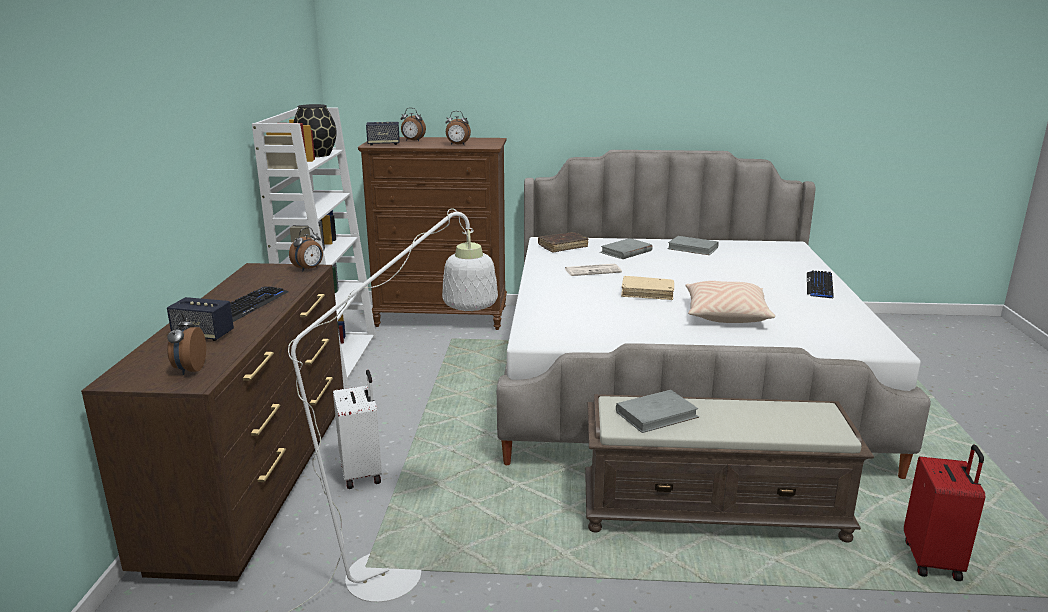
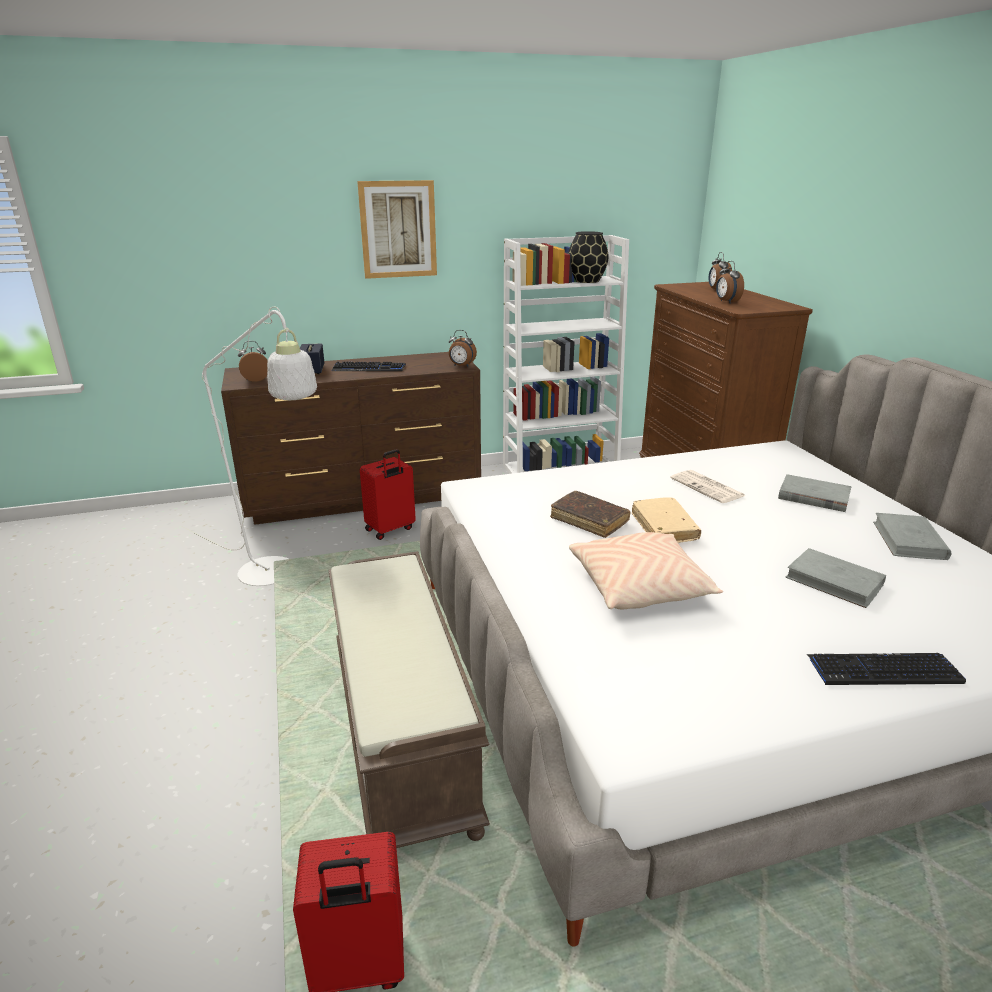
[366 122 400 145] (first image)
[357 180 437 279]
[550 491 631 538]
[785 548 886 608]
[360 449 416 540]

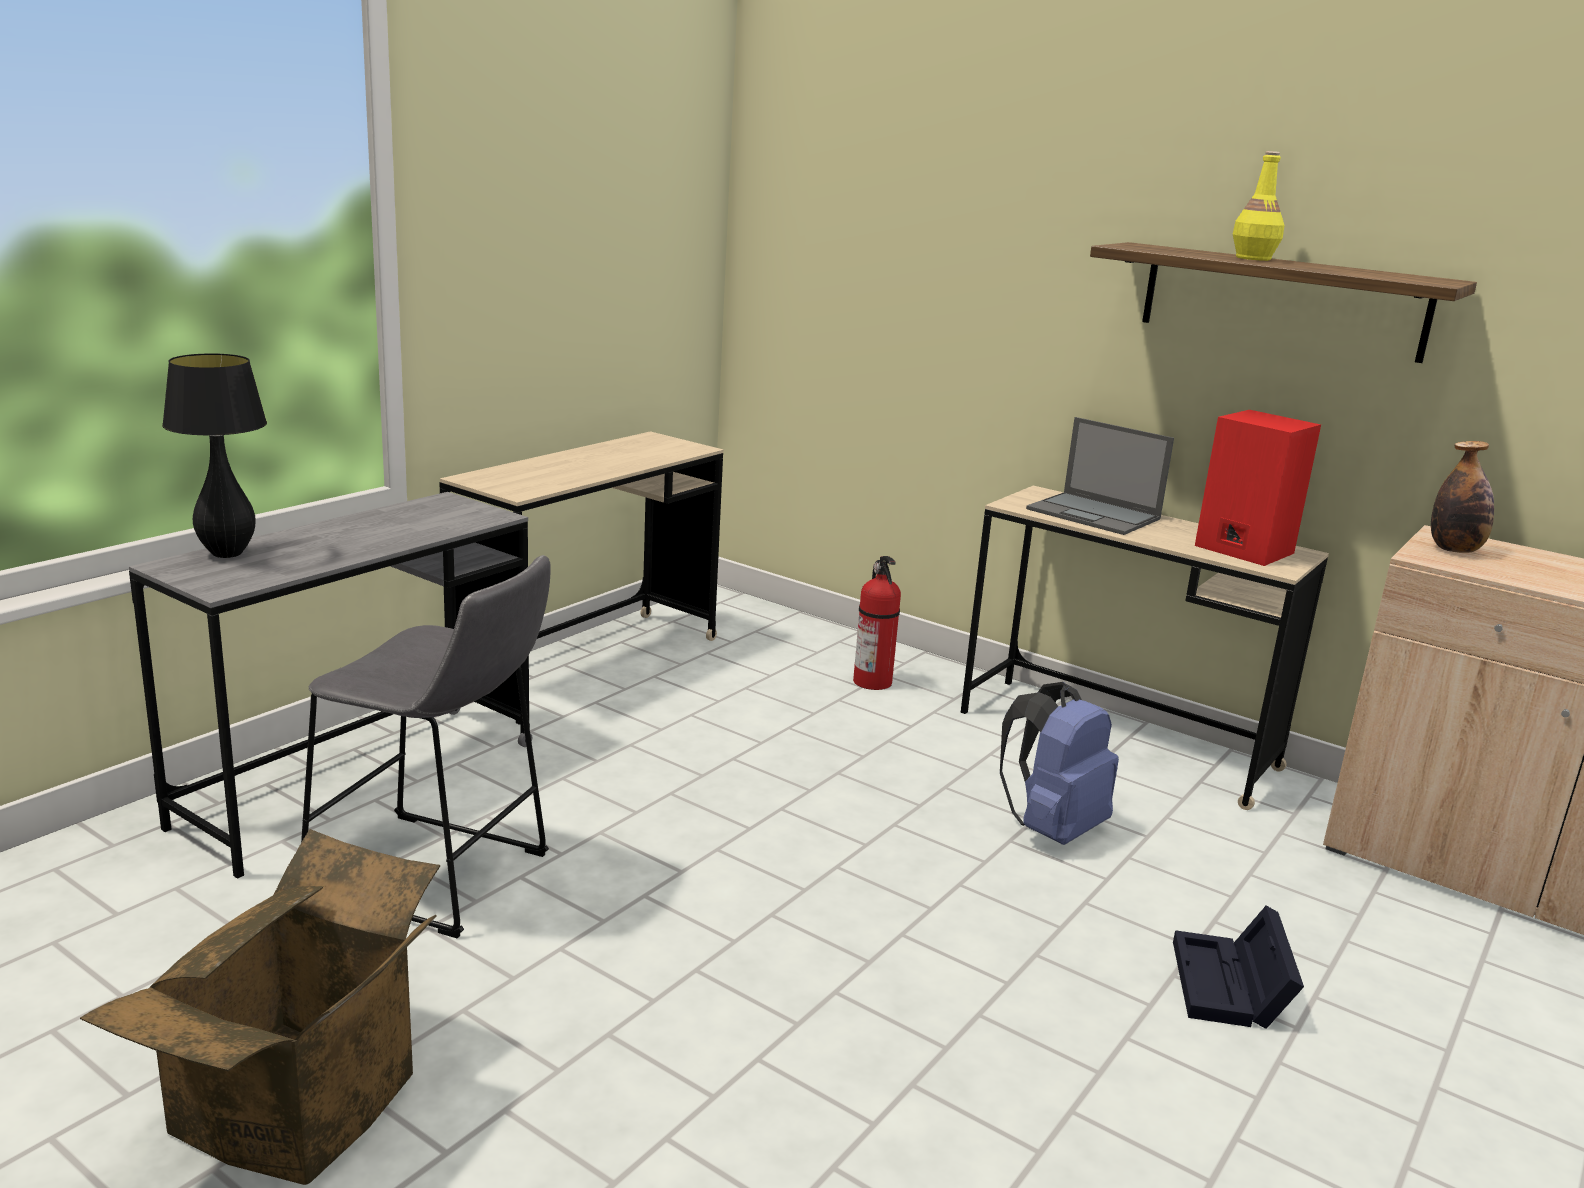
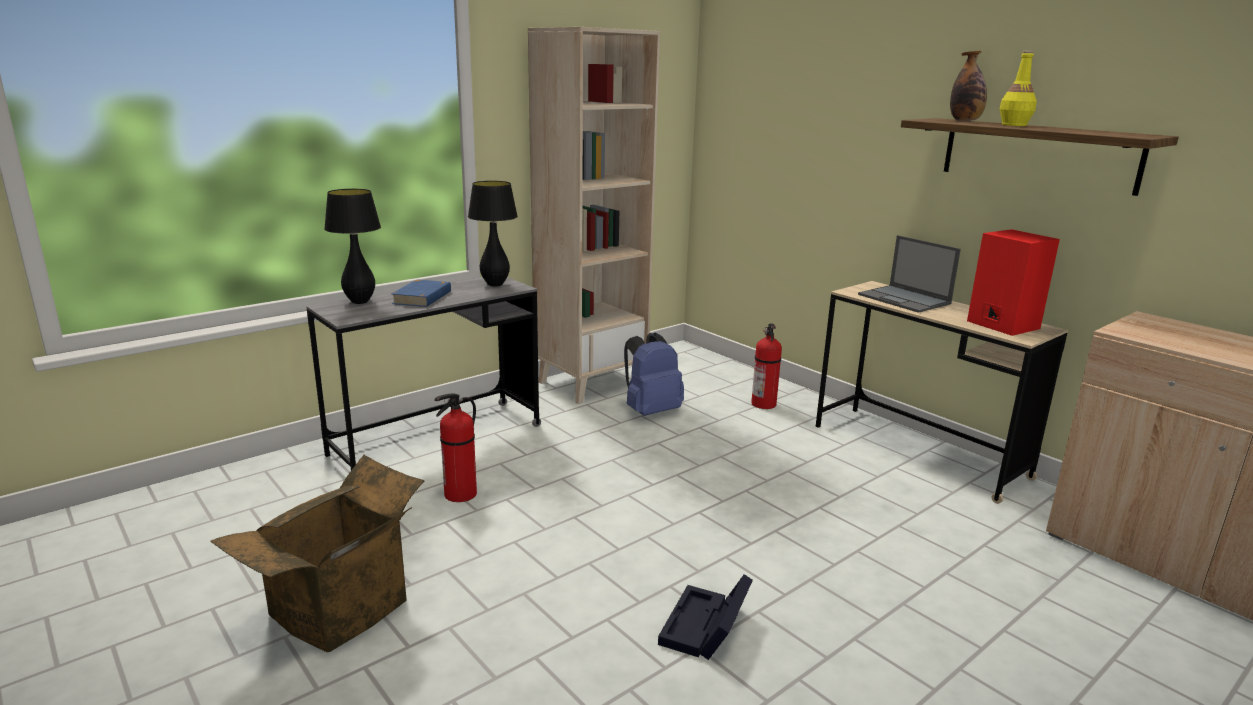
[391 280 451 307]
[468 181 518 287]
[624 333 684 416]
[658 574 753 660]
[950 51 987 121]
[434 394 477 502]
[528 27 660 404]

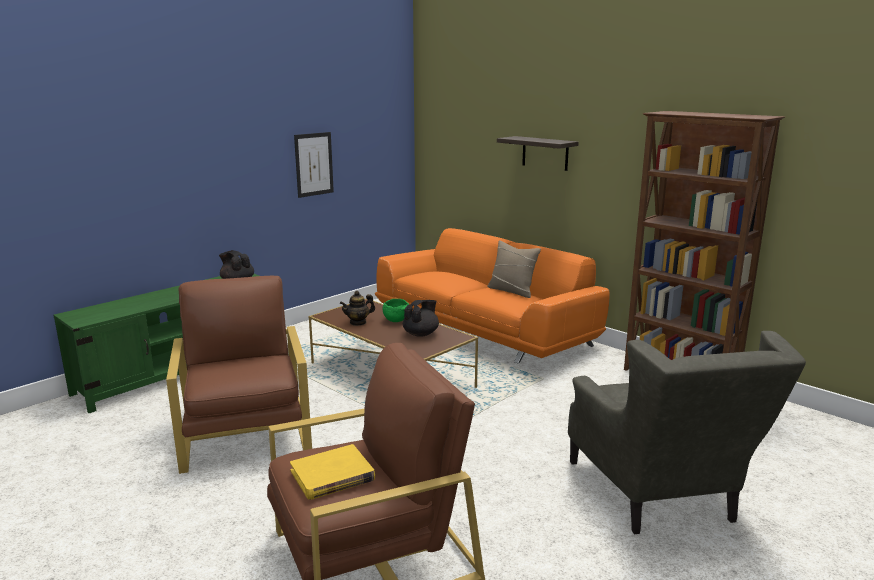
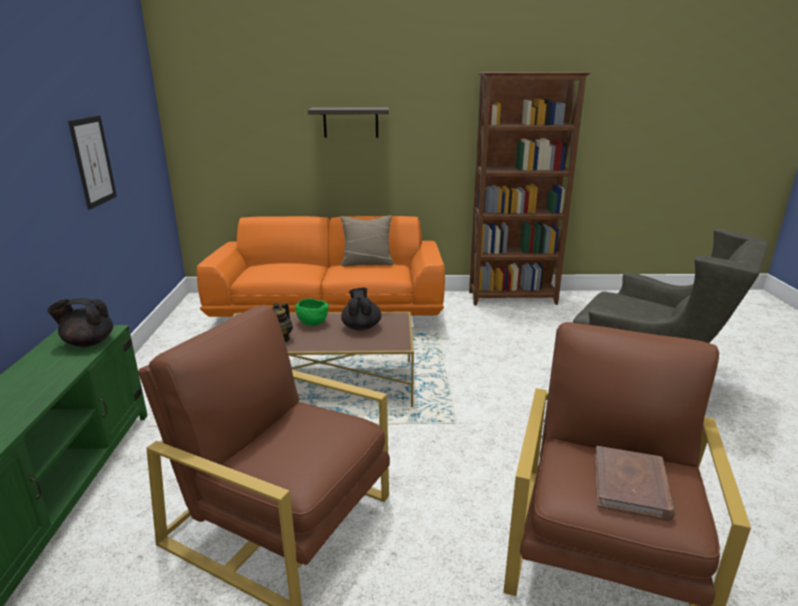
[595 446 676 521]

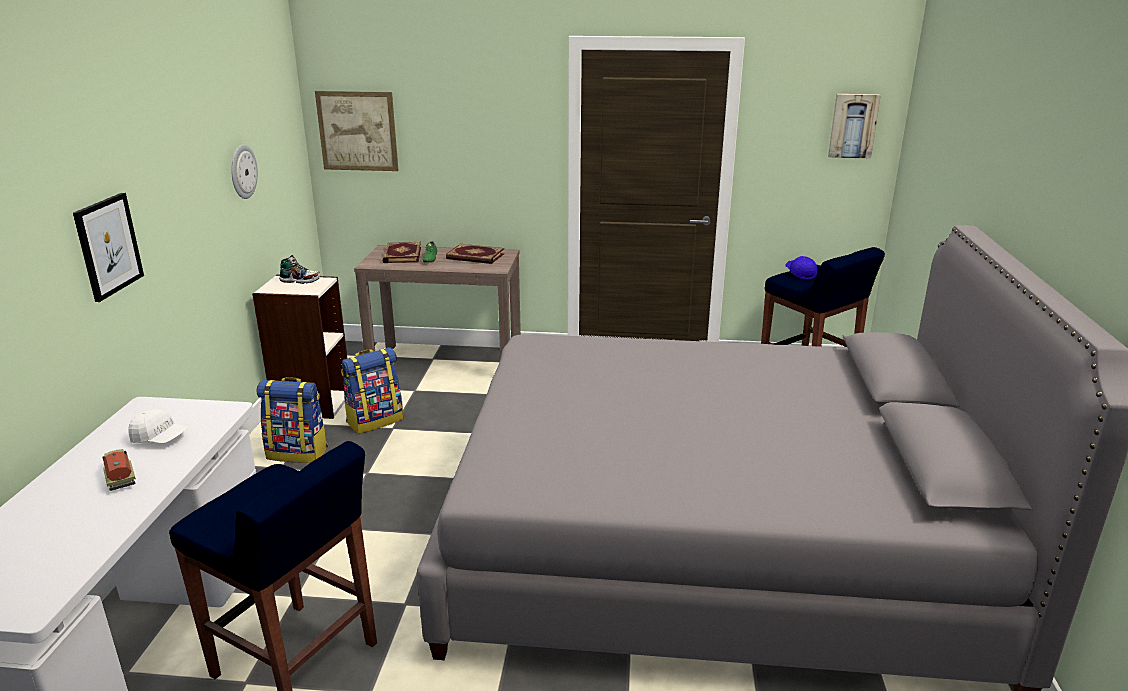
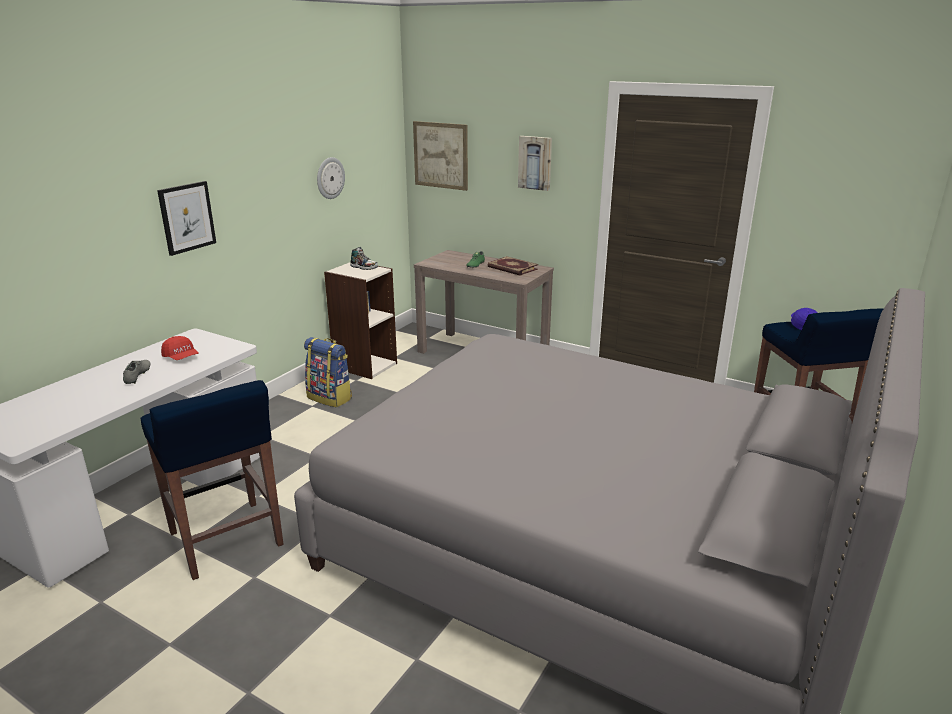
[341 347 403 434] (first image)
[383 242 421 263] (first image)
[518 136 552 191]
[123 360 151 384]
[161 336 199 360]

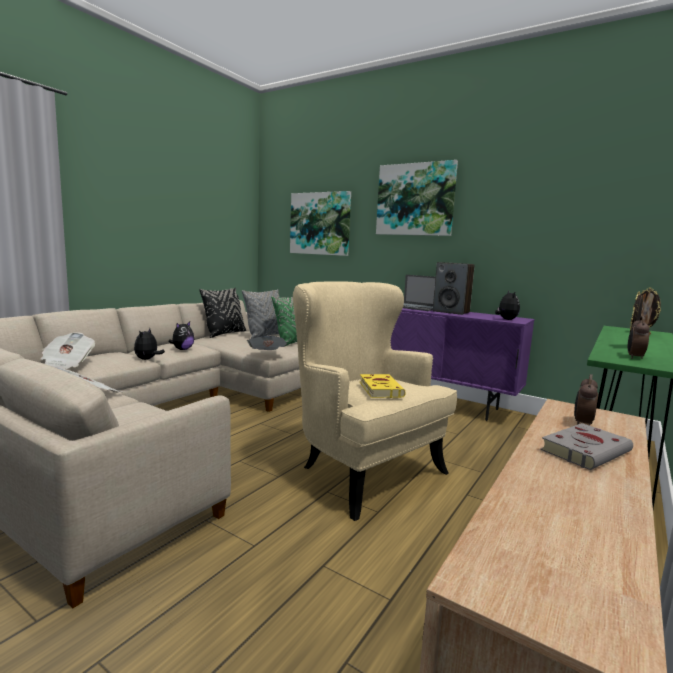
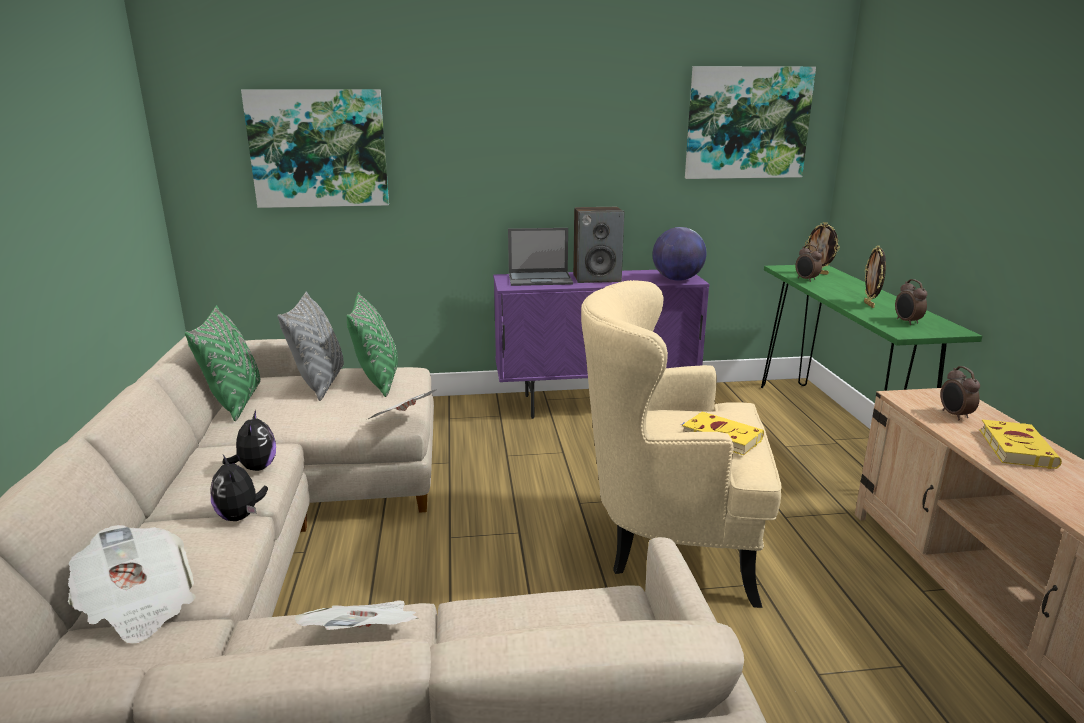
[795 244 822 282]
[685 66 816 179]
[653 227 706 281]
[185 305 260 421]
[979 419 1062 469]

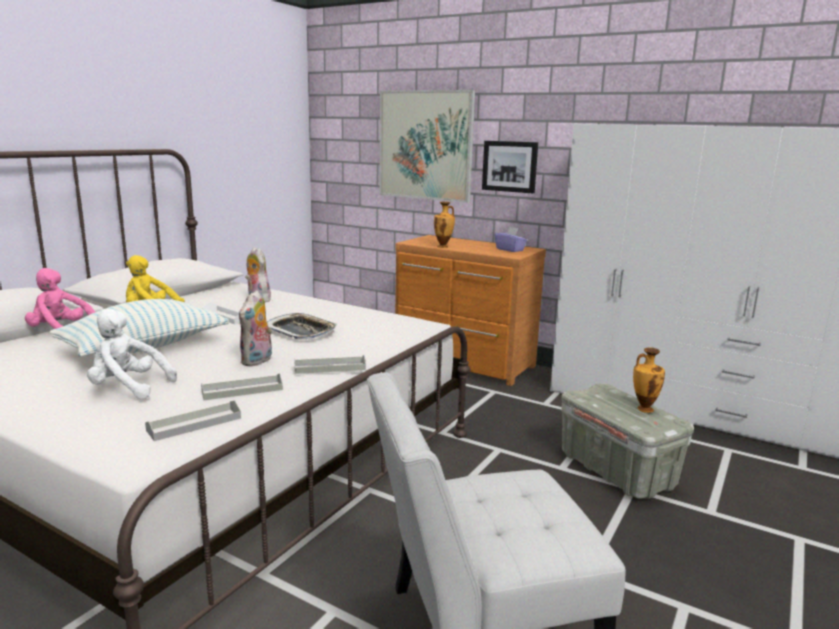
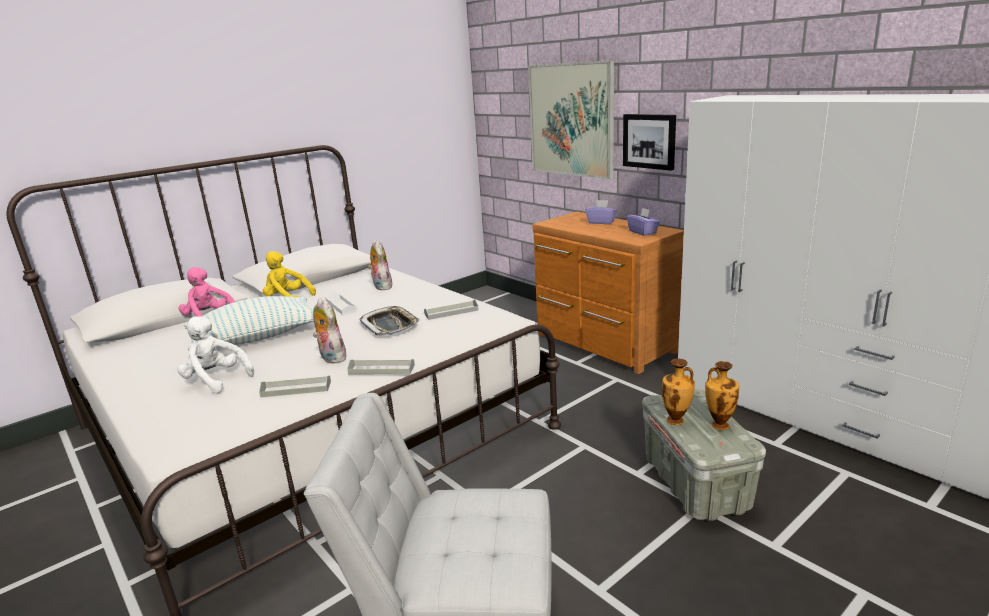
[585 200 617 224]
[424 300 478 320]
[662 358 695 425]
[313 298 346 364]

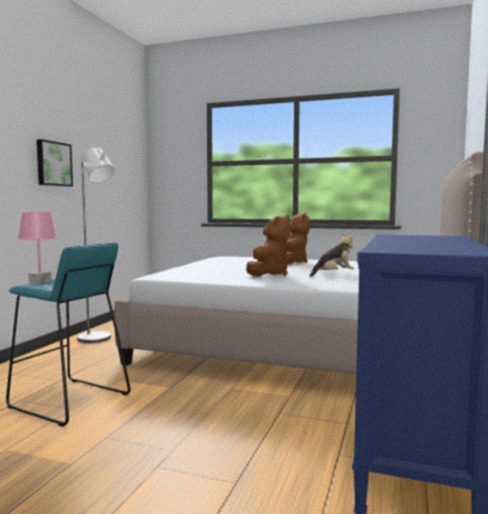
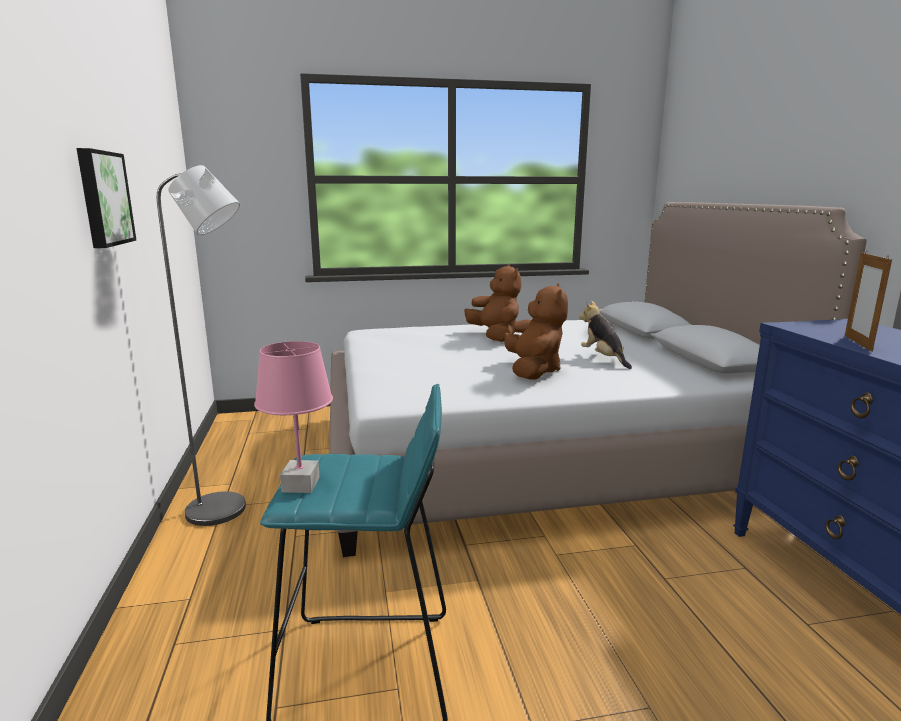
[845 251 892 352]
[579 300 632 369]

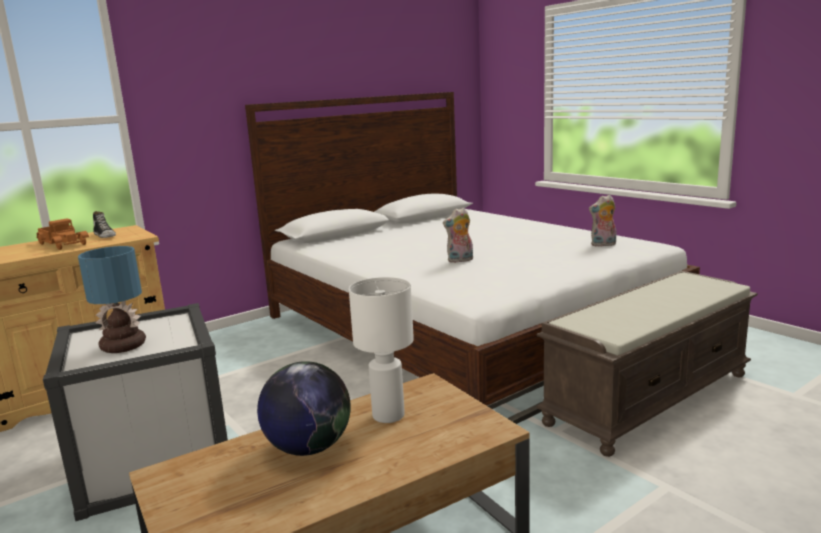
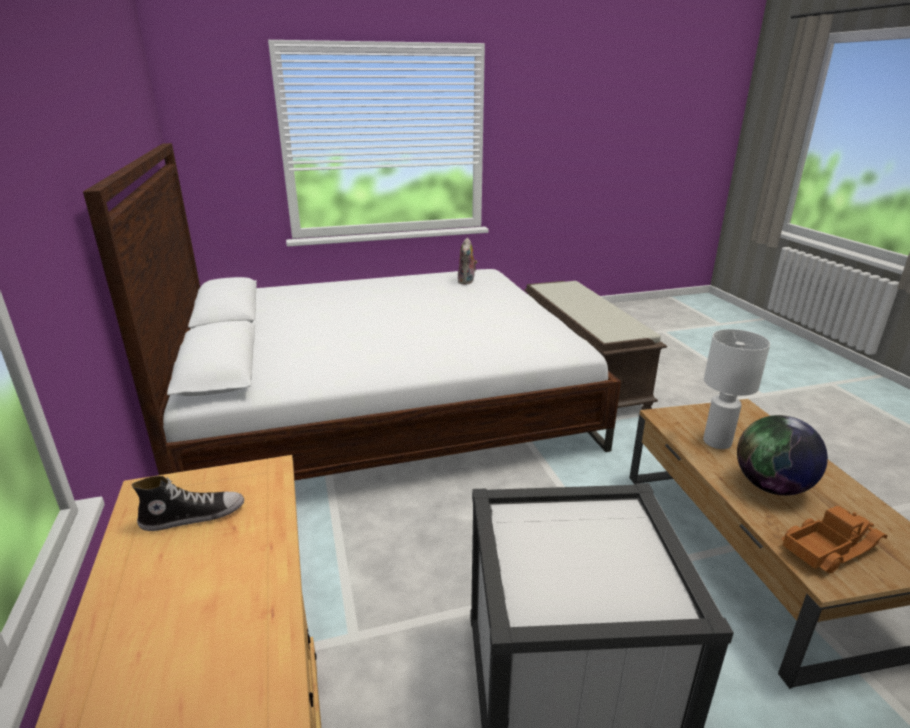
[78 246 146 353] (first image)
[443 208 473 263] (first image)
[781 506 887 573]

